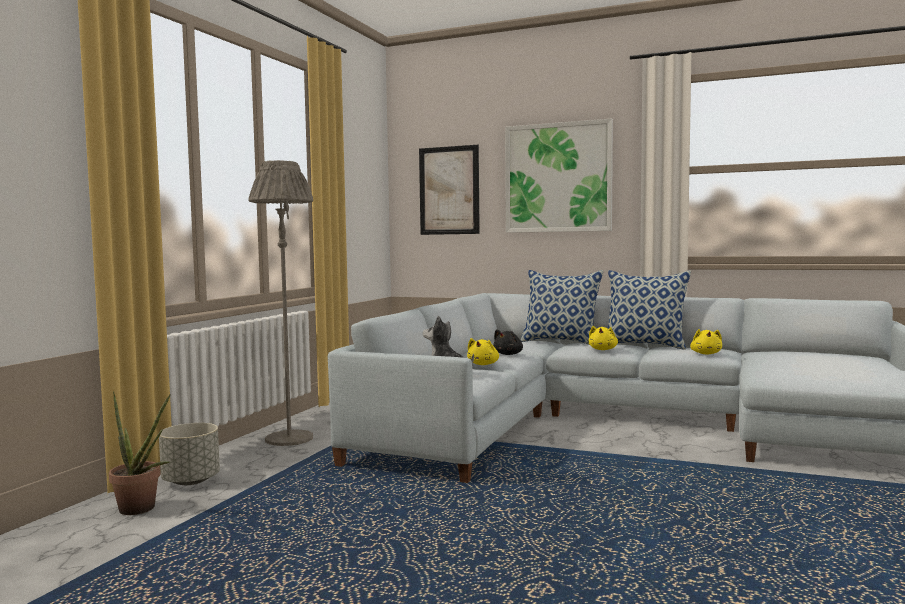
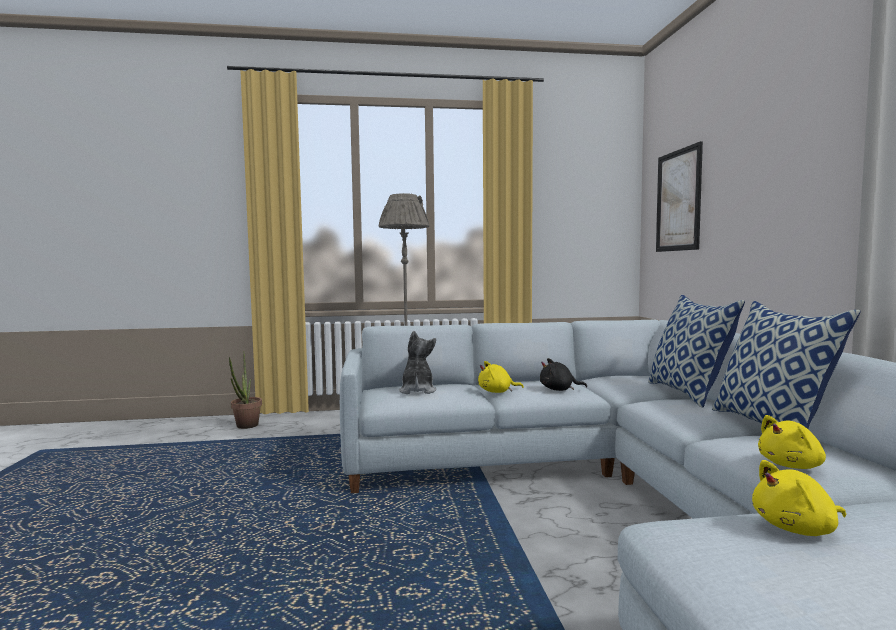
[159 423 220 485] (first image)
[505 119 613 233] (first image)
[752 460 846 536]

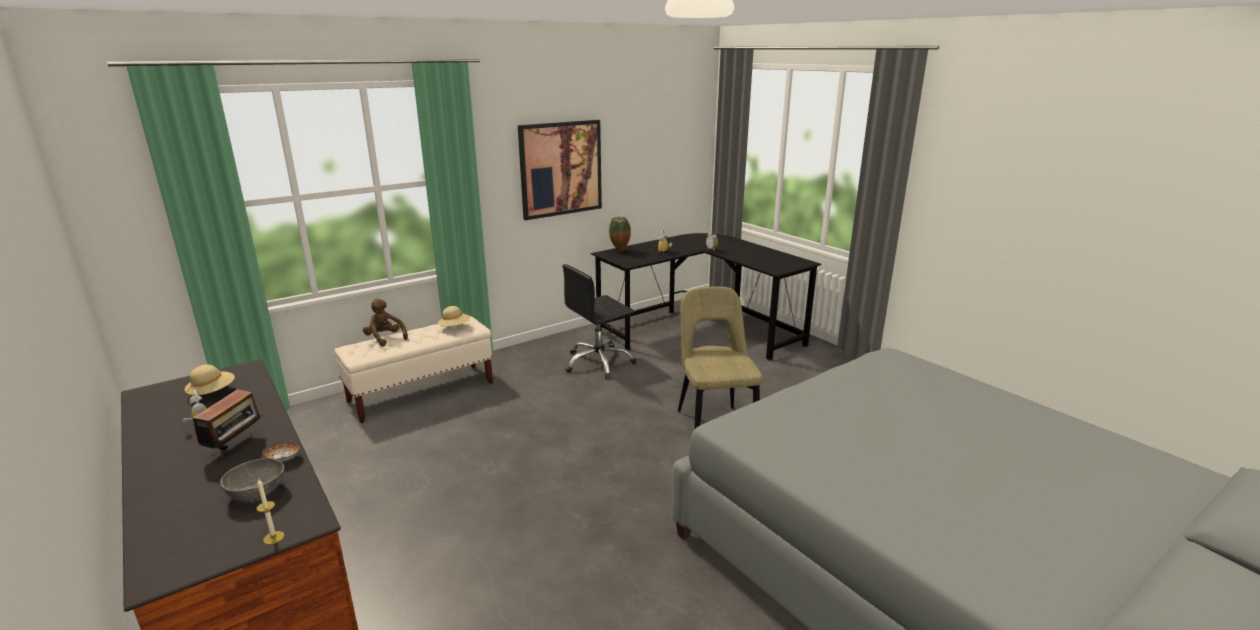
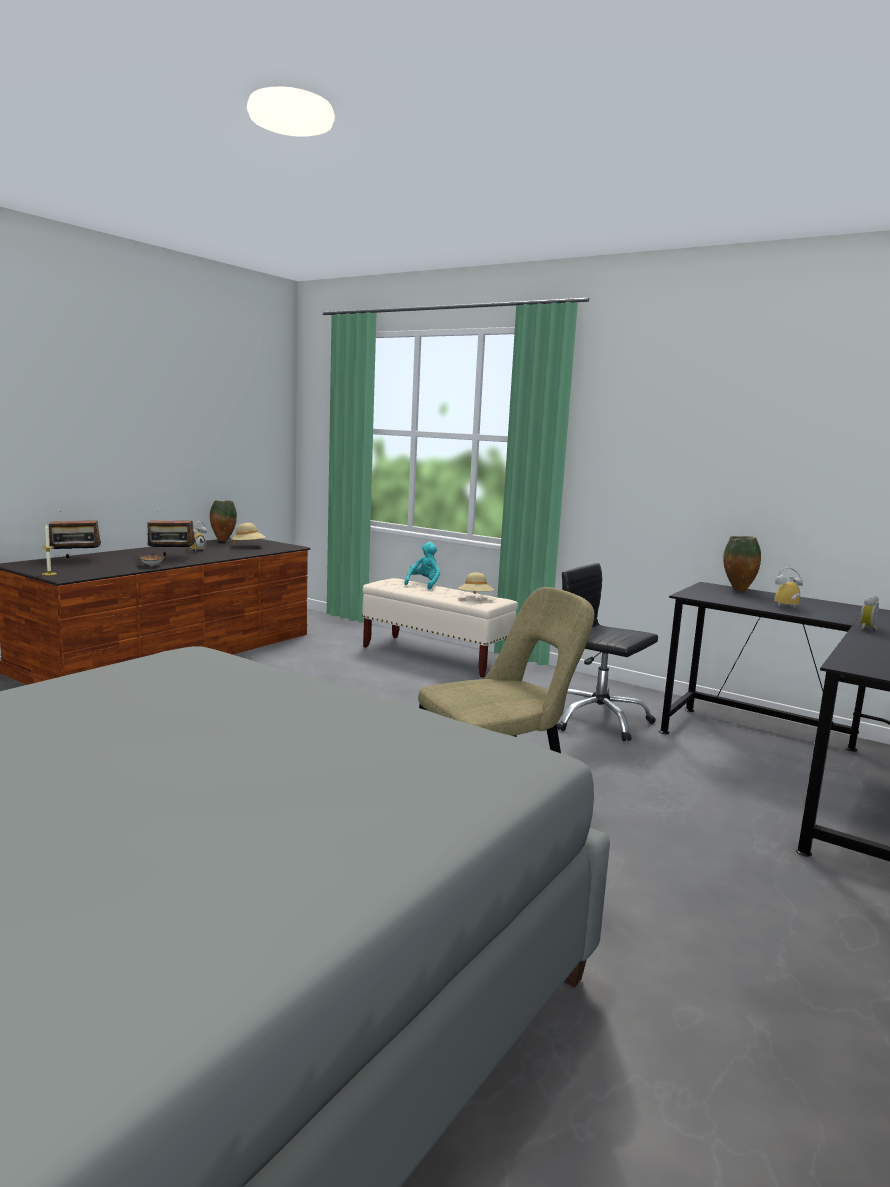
[220 458 285 501] (first image)
[518 120 602 220] (first image)
[49 511 102 559]
[210 500 237 541]
[404 542 440 590]

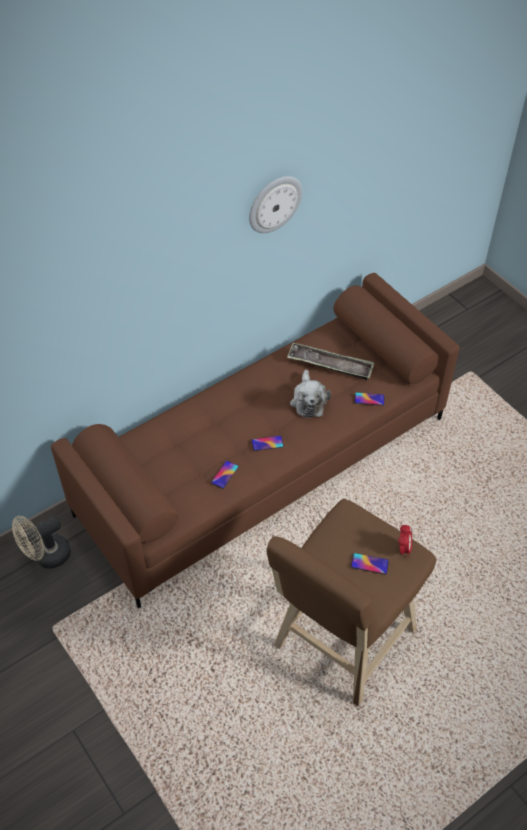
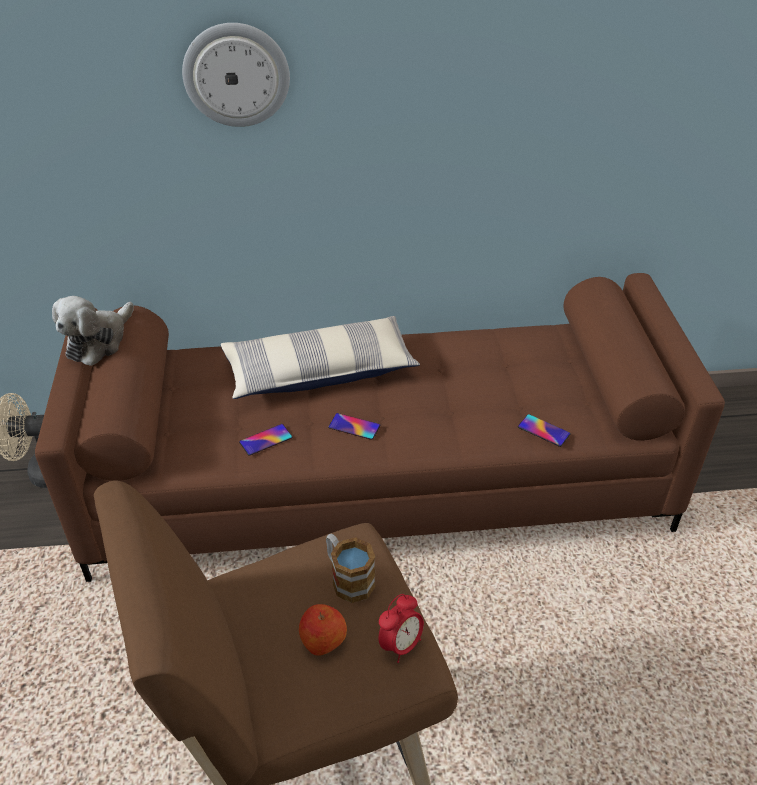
[287 343 374 380] (first image)
[221 316 420 399]
[326 534 375 603]
[182 23 290 127]
[52 296 134 366]
[299 604 347 656]

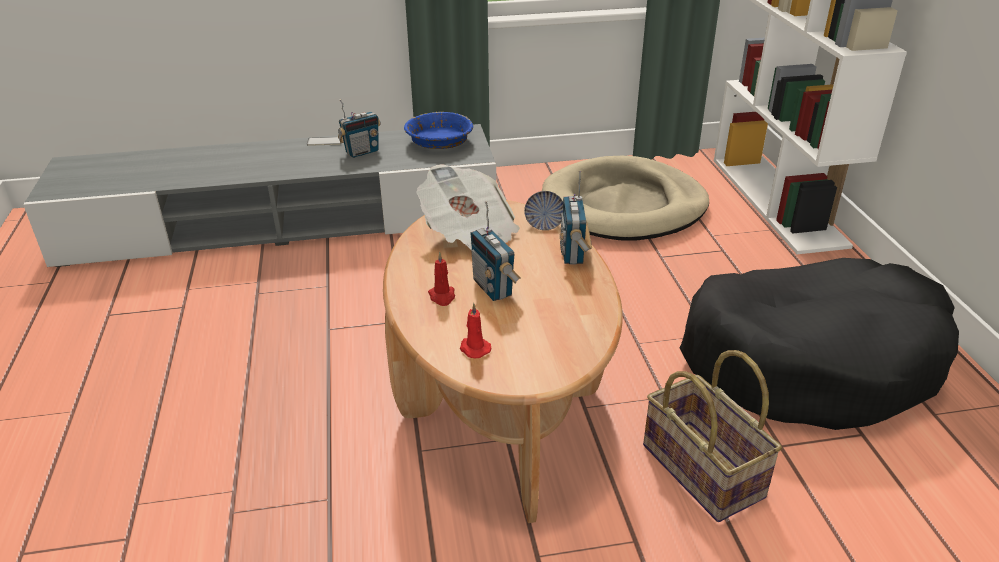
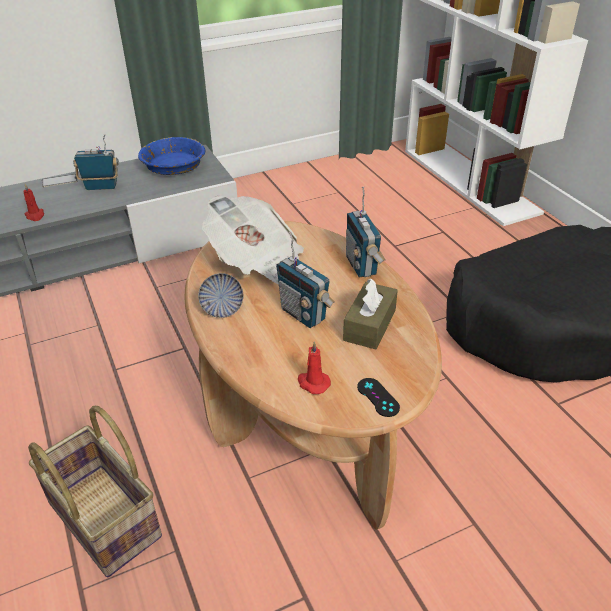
[542 156 709 241] (first image)
[343 279 398 350]
[357 378 400 417]
[24 184 44 221]
[198 273 243 318]
[28 406 162 577]
[73 134 119 190]

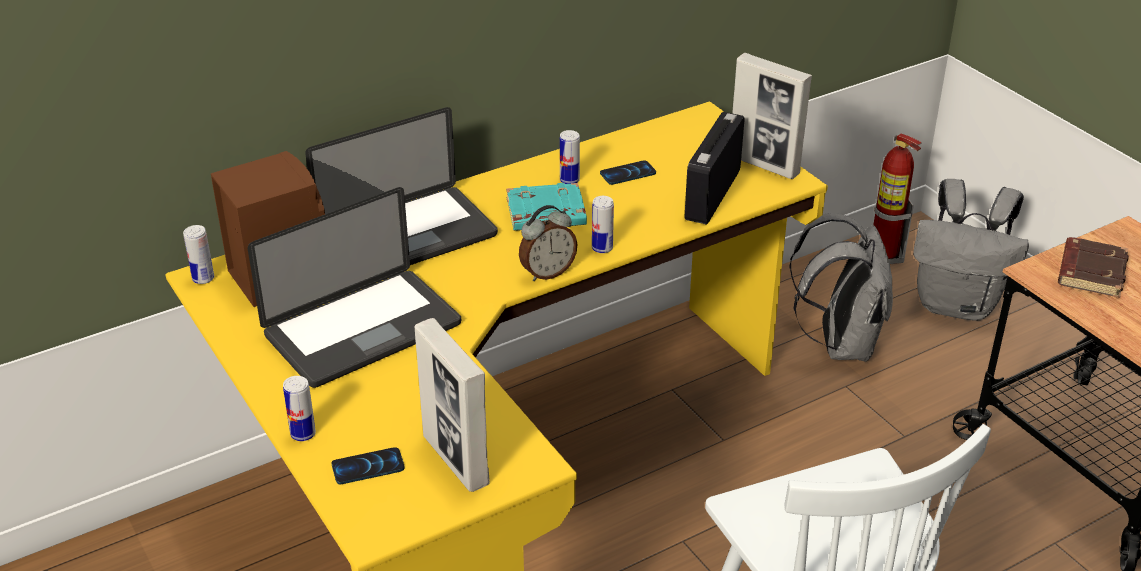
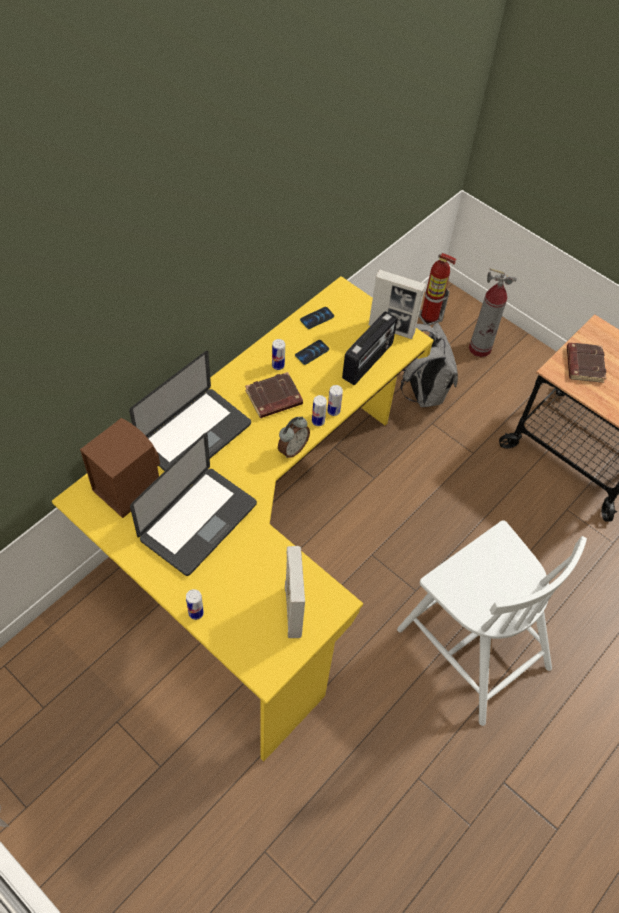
[327 385 343 416]
[300 307 334 329]
[469 268 517 357]
[245 372 303 418]
[285 546 305 638]
[342 311 397 385]

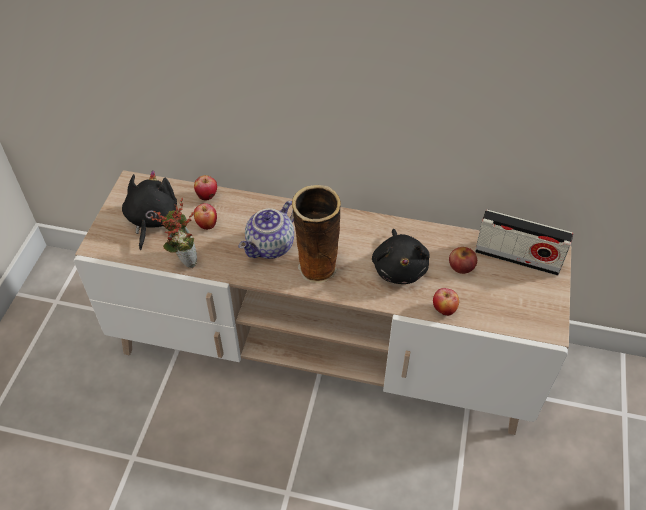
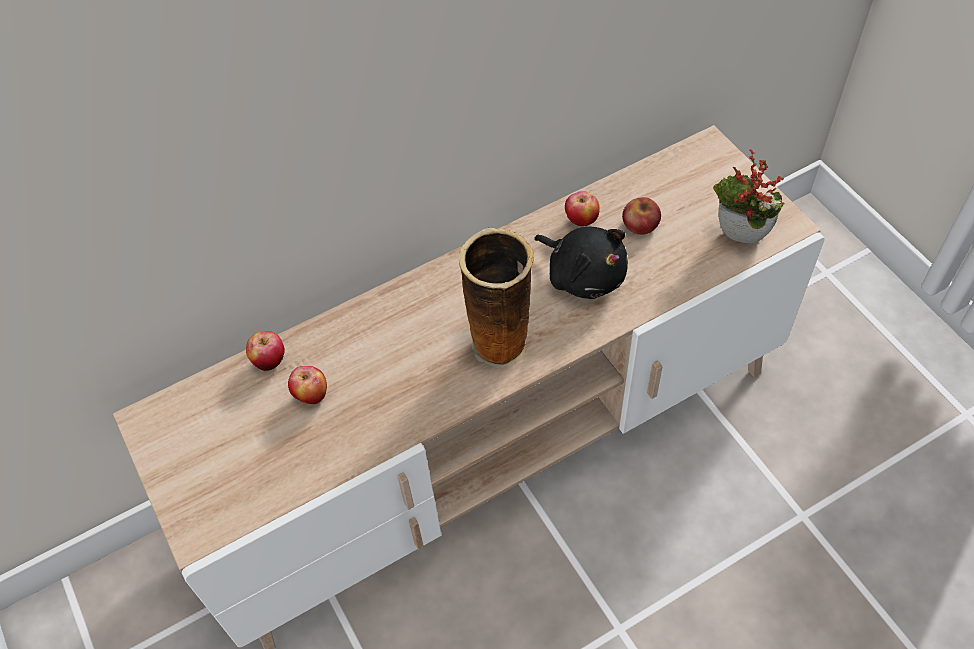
[122 170 177 250] (first image)
[238 201 294 259] (first image)
[475 209 573 276] (first image)
[713 149 785 243]
[565 191 600 226]

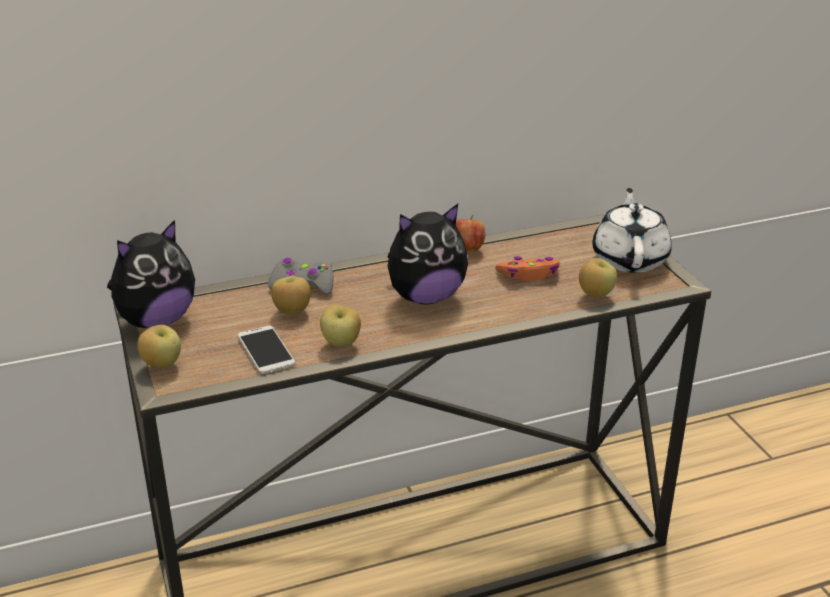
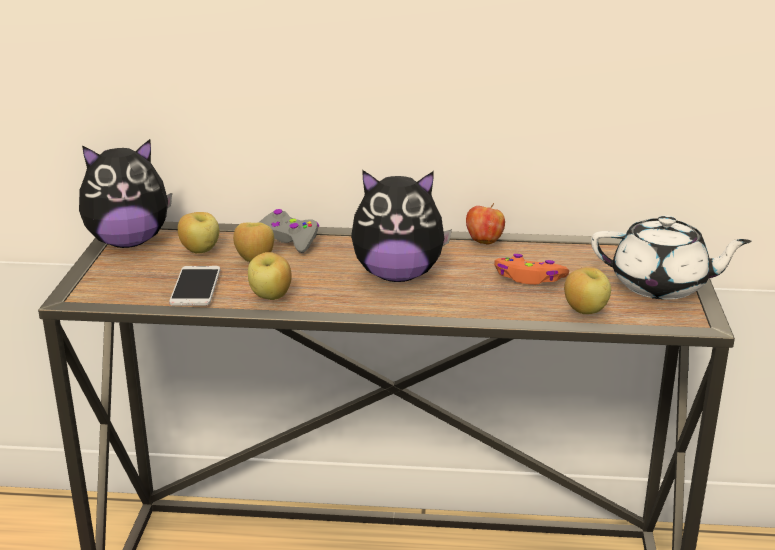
[178 212 219 253]
[591 215 752 300]

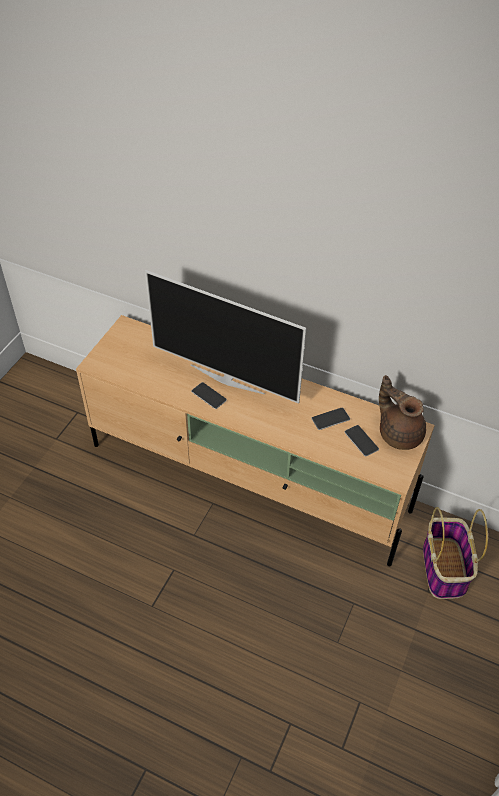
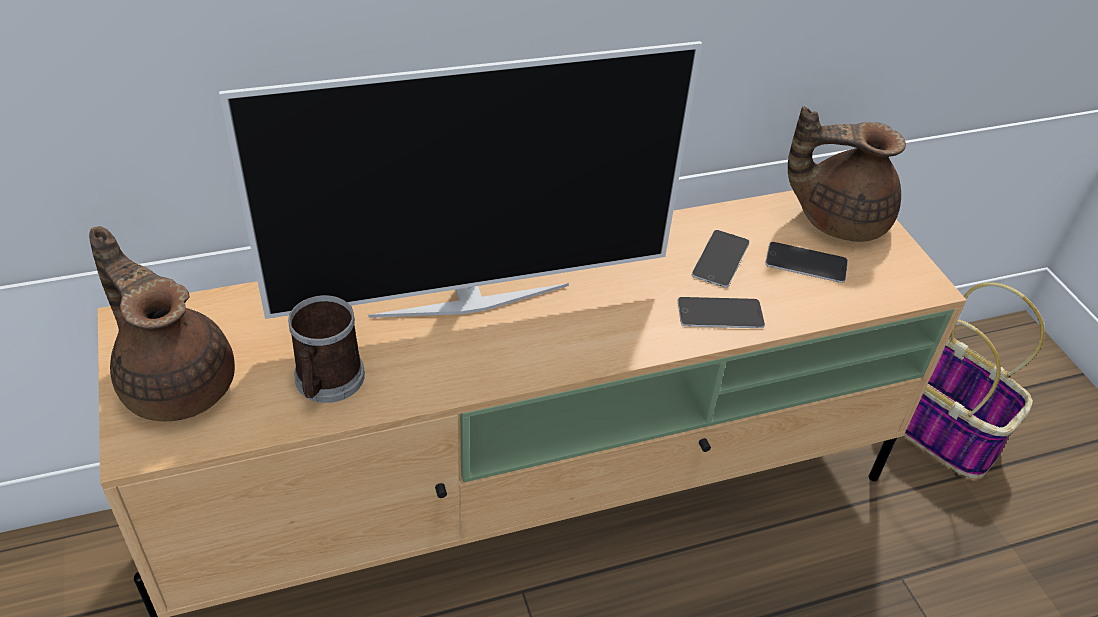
[89 226 235 421]
[288 295 365 403]
[677 297 765 328]

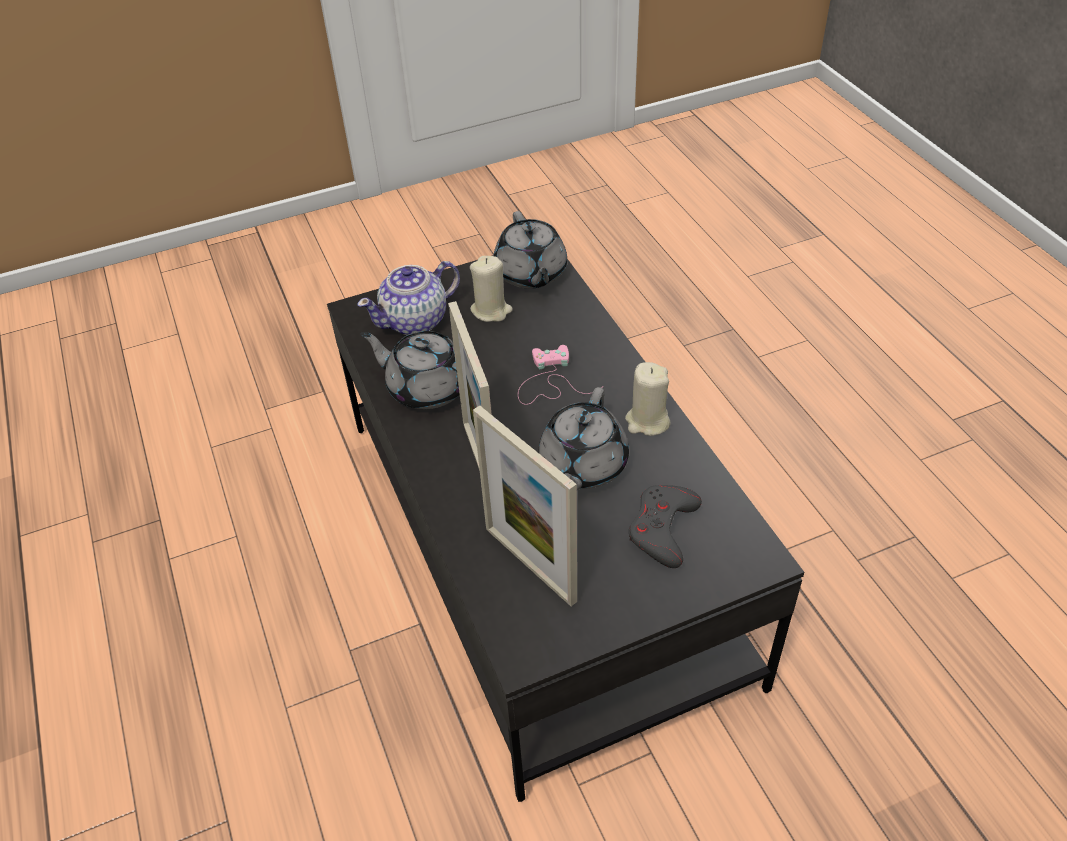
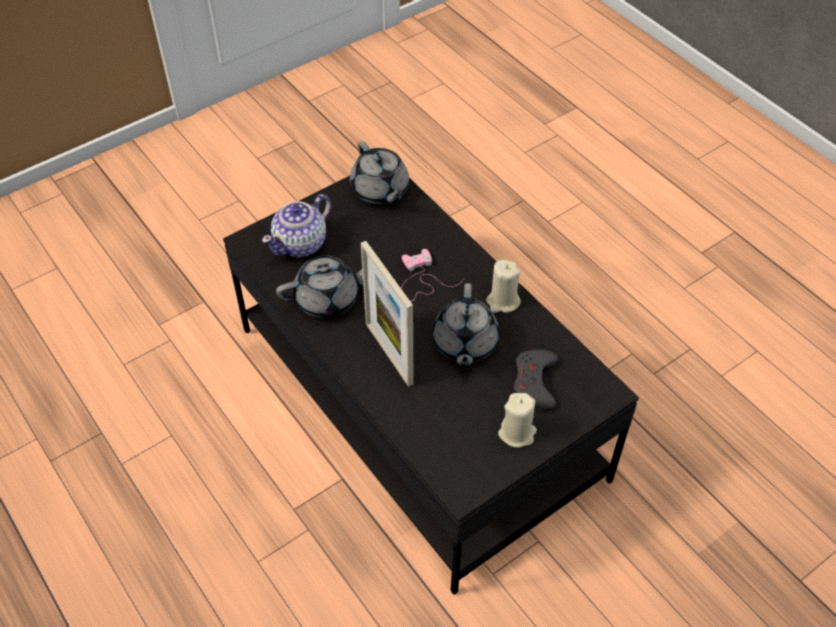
[473 405 577 606] (first image)
[498 393 537 448]
[276 255 363 318]

